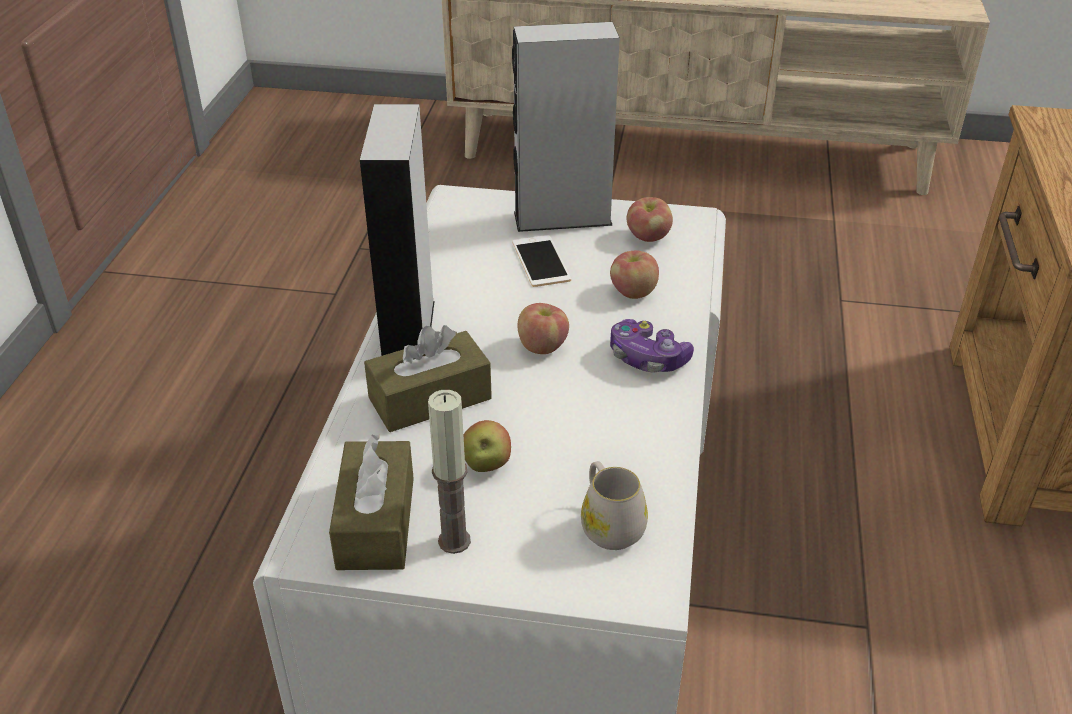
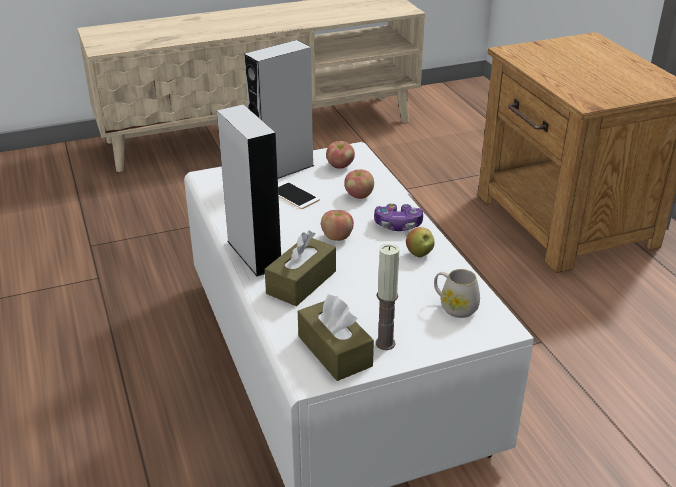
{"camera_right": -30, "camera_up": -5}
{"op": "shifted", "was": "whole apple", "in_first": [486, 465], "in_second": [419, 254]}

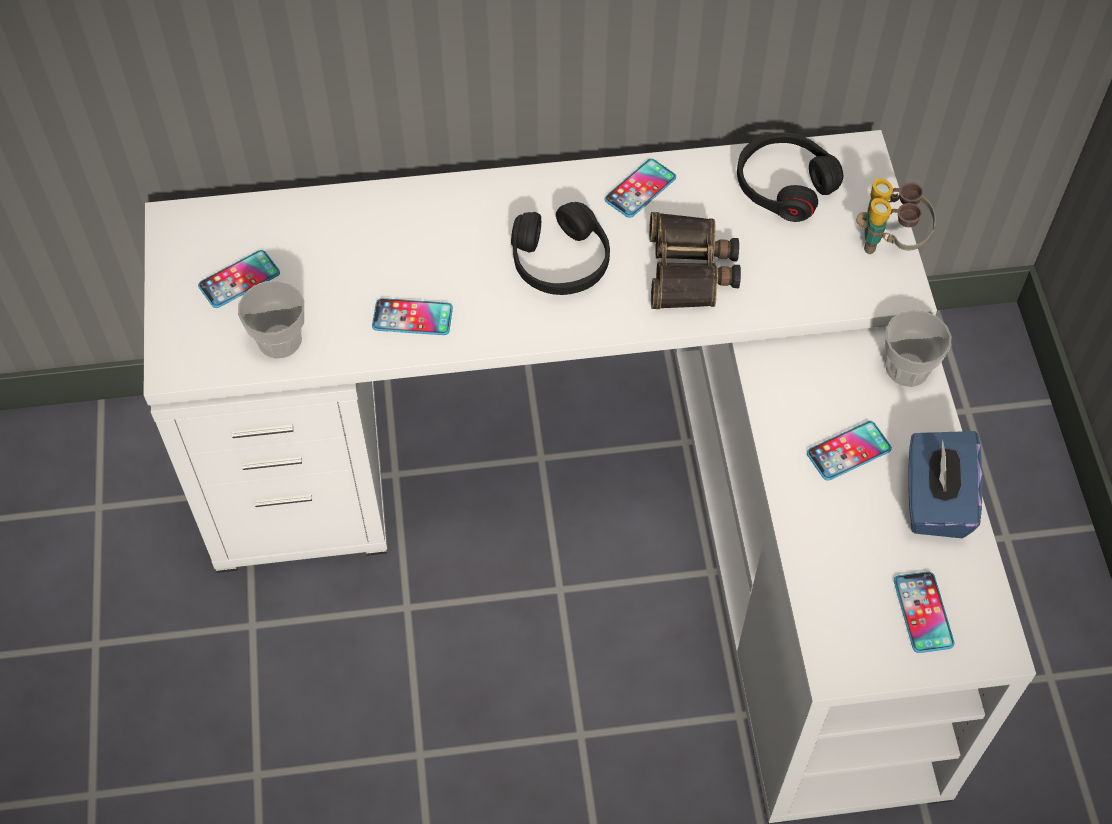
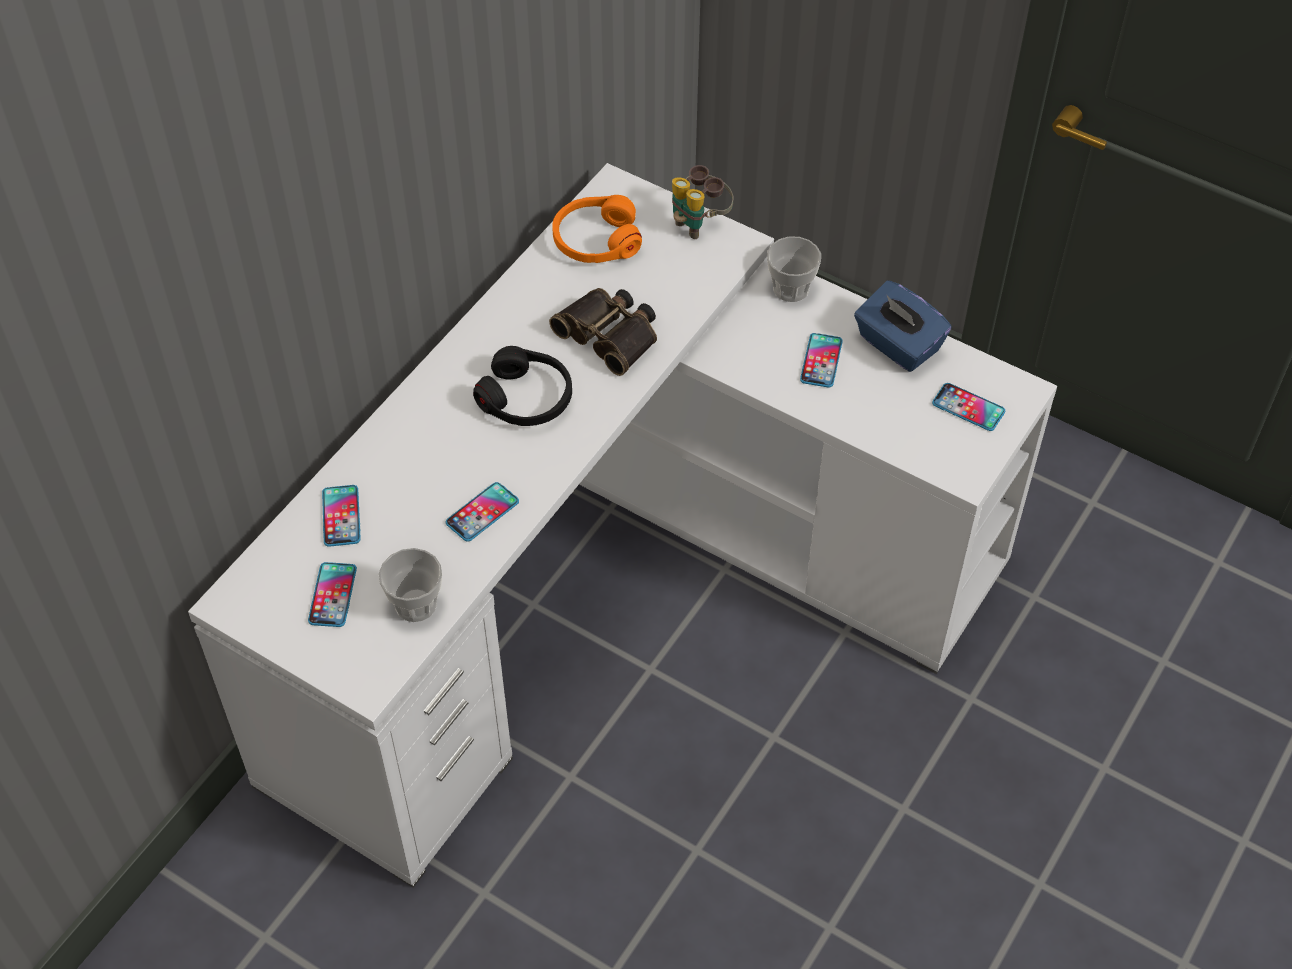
{"camera_right": -50, "camera_up": -5}
{"op": "shifted", "was": "handset", "in_first": [640, 189], "in_second": [341, 516]}
{"op": "repainted", "was": "blackish headset", "now": "orangey headset", "in_first": [784, 185], "in_second": [596, 240]}

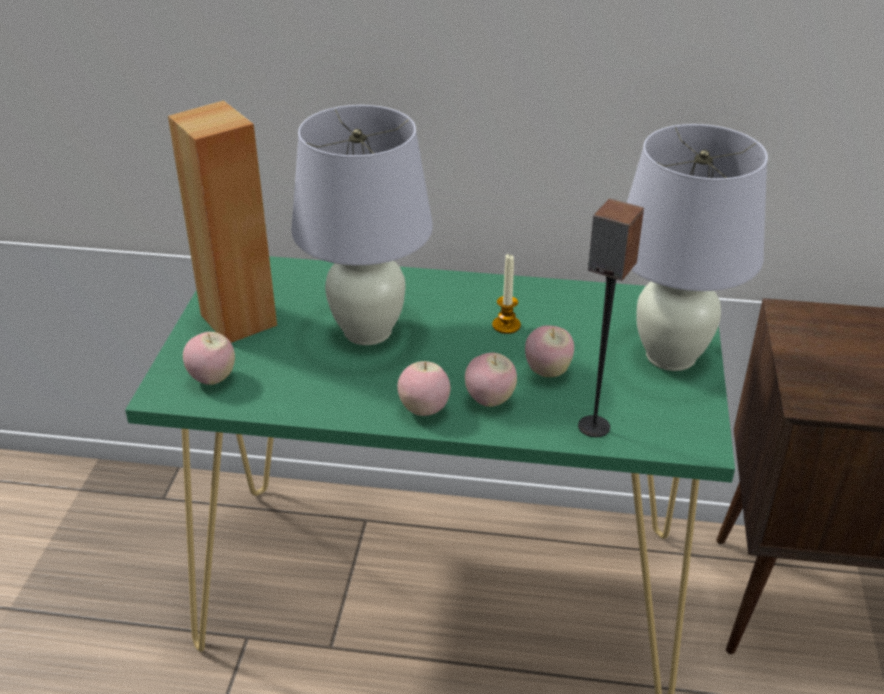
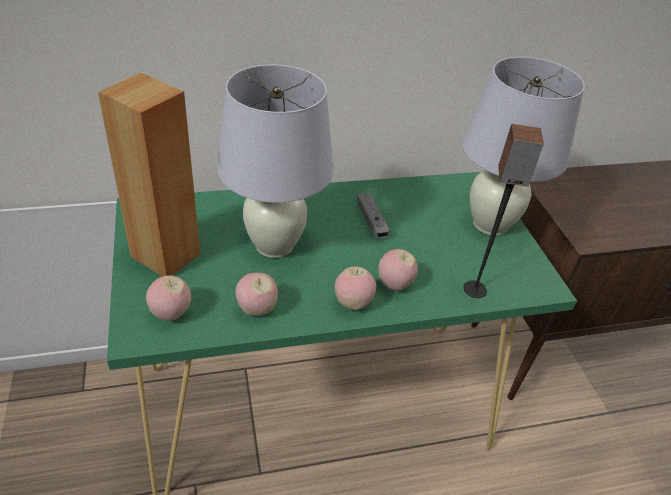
{"camera_right": -25, "camera_up": 5}
{"op": "swapped", "was": "wax light", "now": "greyish game controller", "in_first": [506, 325], "in_second": [371, 221]}
{"op": "shifted", "was": "whole apple", "in_first": [547, 372], "in_second": [257, 309]}

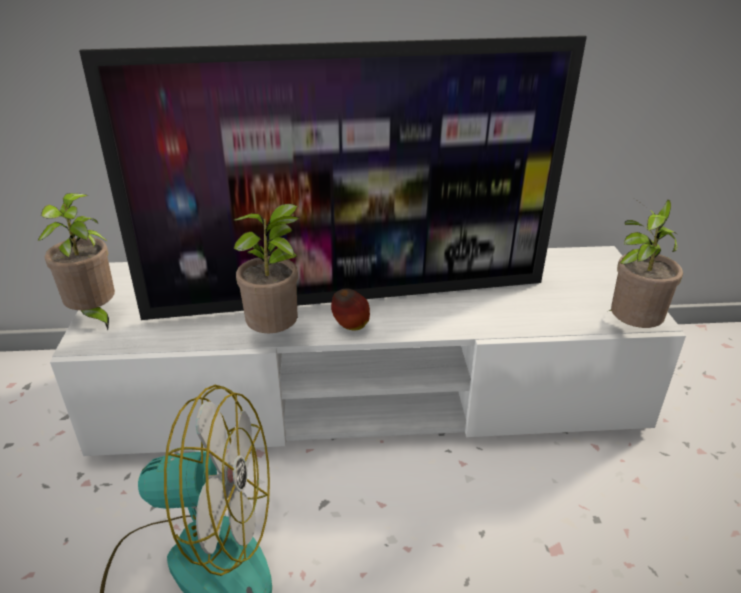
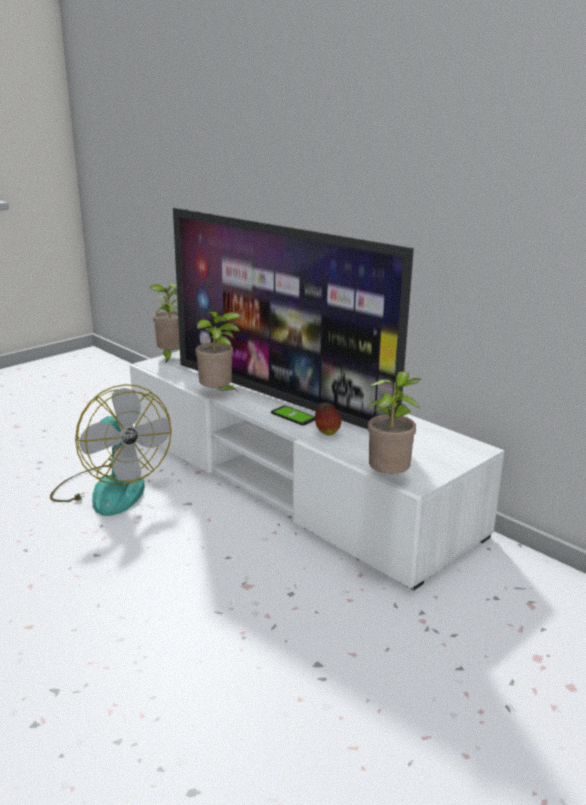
{"camera_right": 50, "camera_up": -10}
{"op": "shifted", "was": "whole apple", "in_first": [351, 327], "in_second": [326, 433]}
{"op": "new", "now": "handset", "in_second": [293, 416]}

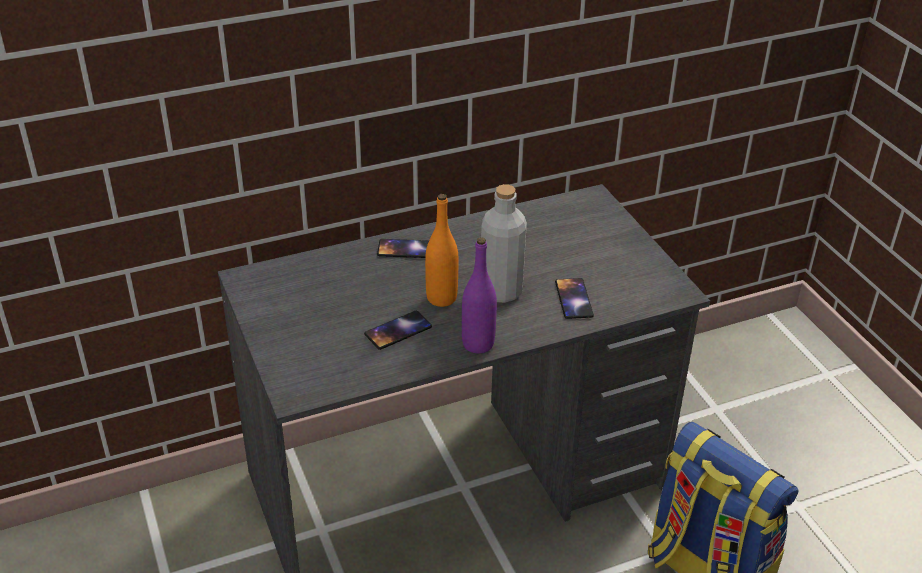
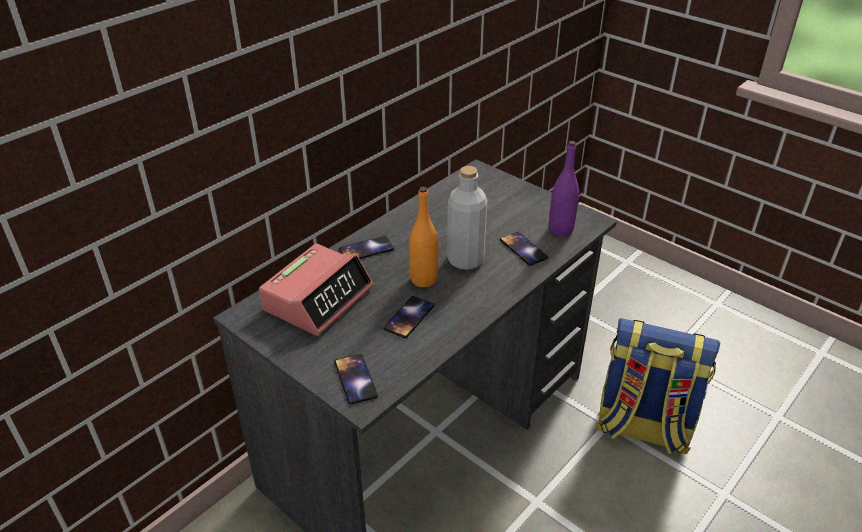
{"camera_right": -25, "camera_up": 0}
{"op": "shifted", "was": "purplish beverage bottle", "in_first": [478, 344], "in_second": [560, 230]}
{"op": "new", "now": "bedside clock", "in_second": [318, 298]}
{"op": "new", "now": "handset", "in_second": [355, 379]}

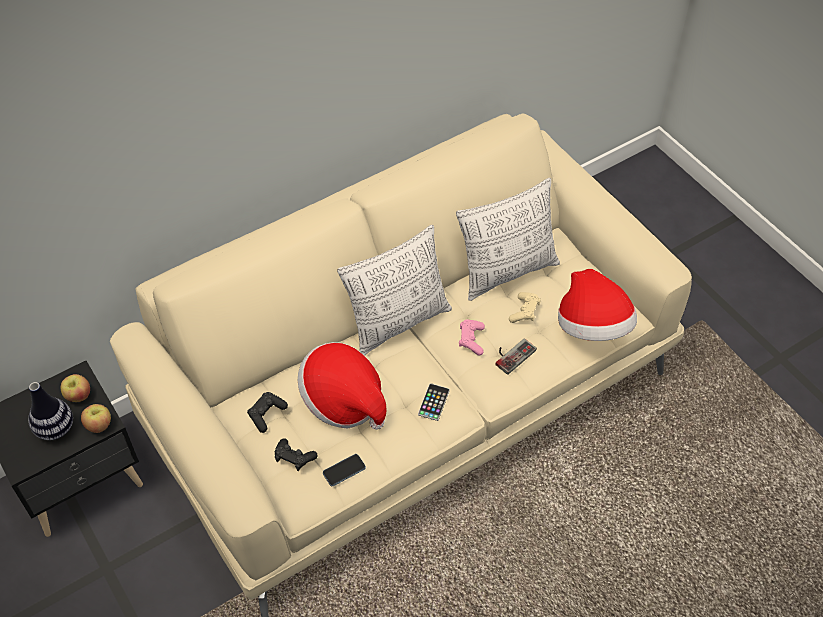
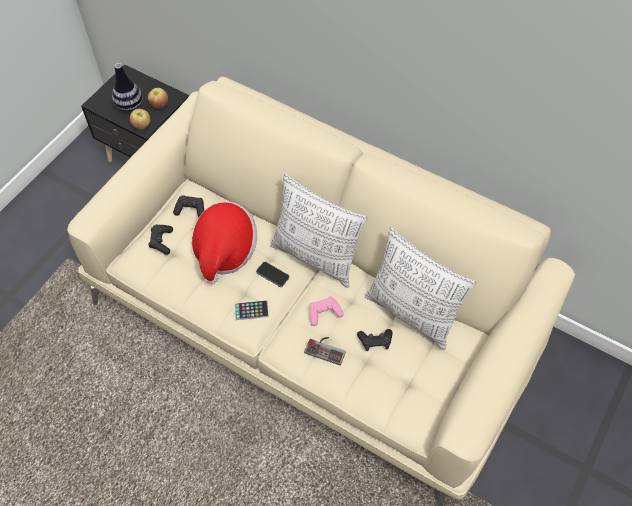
{"camera_right": 65, "camera_up": 5}
{"op": "shifted", "was": "handset", "in_first": [344, 470], "in_second": [272, 275]}
{"op": "repainted", "was": "sand-coloured game controller", "now": "blackish game controller", "in_first": [524, 312], "in_second": [375, 342]}
{"op": "gone", "was": "hat", "in_first": [592, 327]}

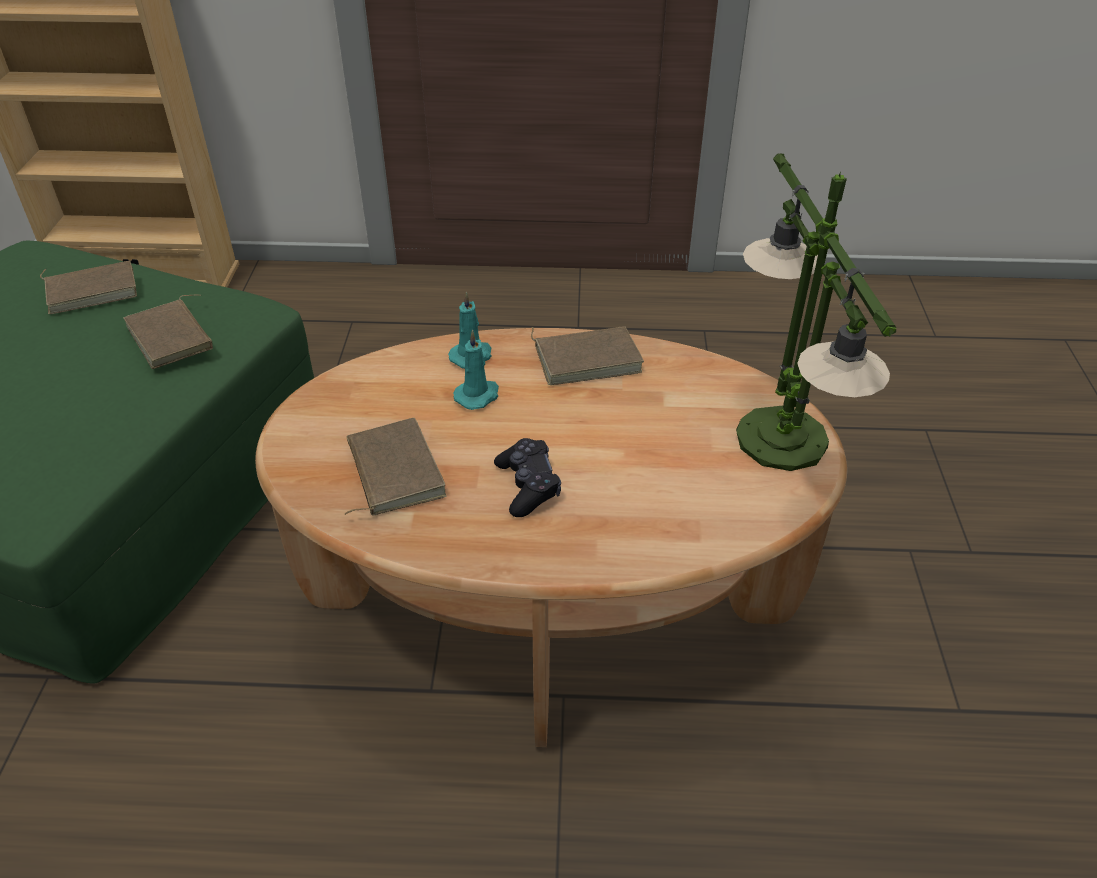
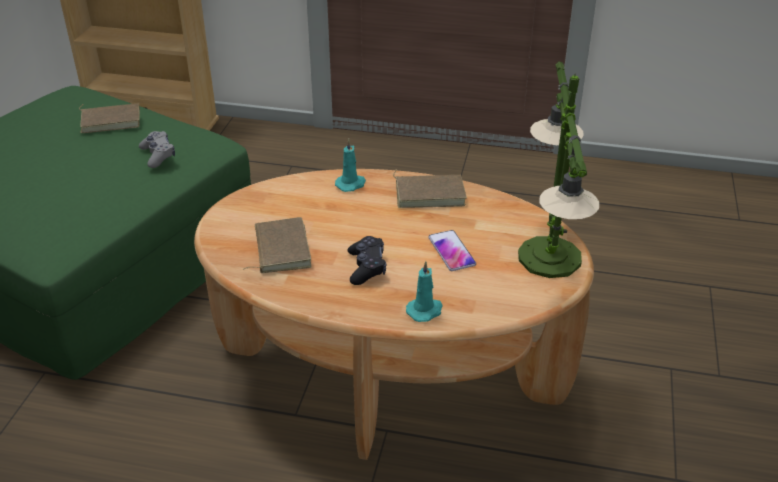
{"camera_right": 10, "camera_up": -5}
{"op": "swapped", "was": "brownish bound book", "now": "greyish game controller", "in_first": [173, 337], "in_second": [158, 155]}
{"op": "shifted", "was": "turquoise wax light", "in_first": [478, 395], "in_second": [425, 310]}
{"op": "new", "now": "handset", "in_second": [451, 251]}

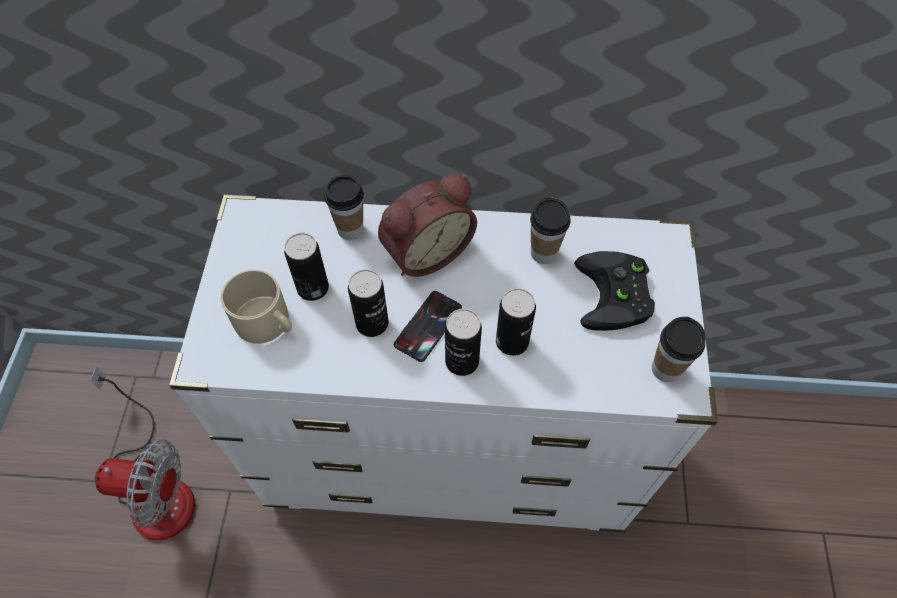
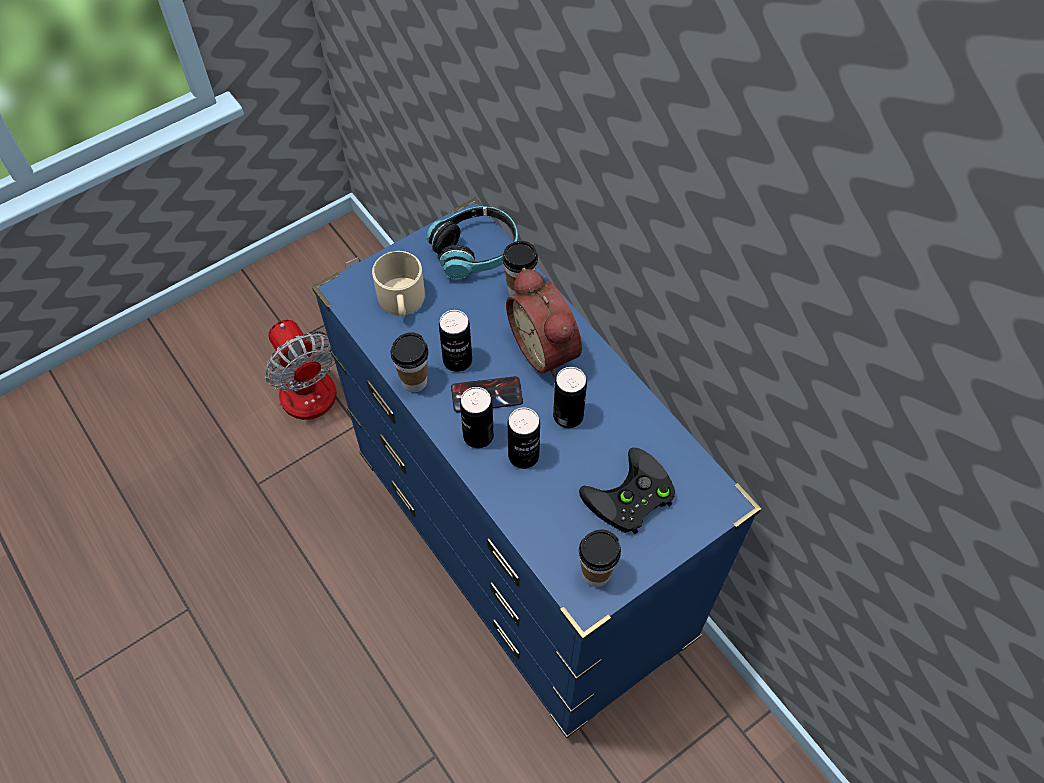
{"camera_right": 50, "camera_up": 0}
{"op": "repainted", "was": "white-coloured dresser", "now": "bluish dresser", "in_first": [449, 448], "in_second": [522, 548]}
{"op": "shifted", "was": "can", "in_first": [313, 288], "in_second": [568, 416]}
{"op": "rotated", "was": "bedside clock", "in_first": [425, 251], "in_second": [547, 348], "clockwise": 45}
{"op": "shifted", "was": "small cup", "in_first": [543, 253], "in_second": [414, 381]}
{"op": "new", "now": "headset", "in_second": [475, 251]}

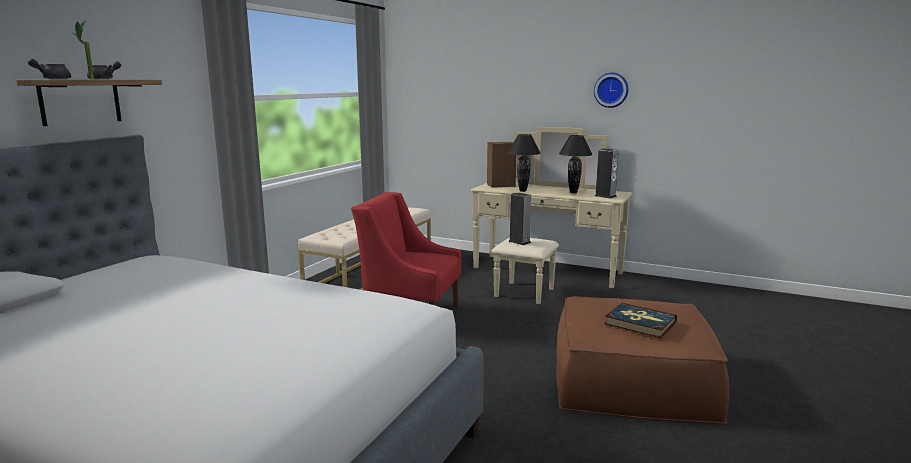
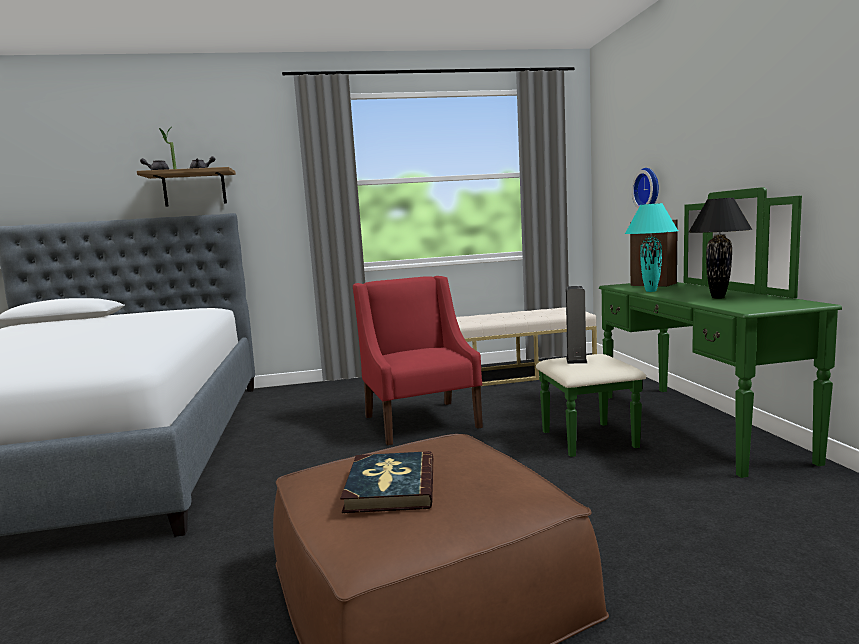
{"camera_right": 55, "camera_up": -5}
{"op": "repainted", "was": "sand-coloured dresser", "now": "green dresser", "in_first": [542, 275], "in_second": [671, 428]}
{"op": "repainted", "was": "blackish table lamp", "now": "turquoise table lamp", "in_first": [523, 191], "in_second": [651, 291]}
{"op": "shifted", "was": "clock on the wall", "in_first": [611, 90], "in_second": [648, 189]}
{"op": "gone", "was": "loudspeaker", "in_first": [605, 196]}

